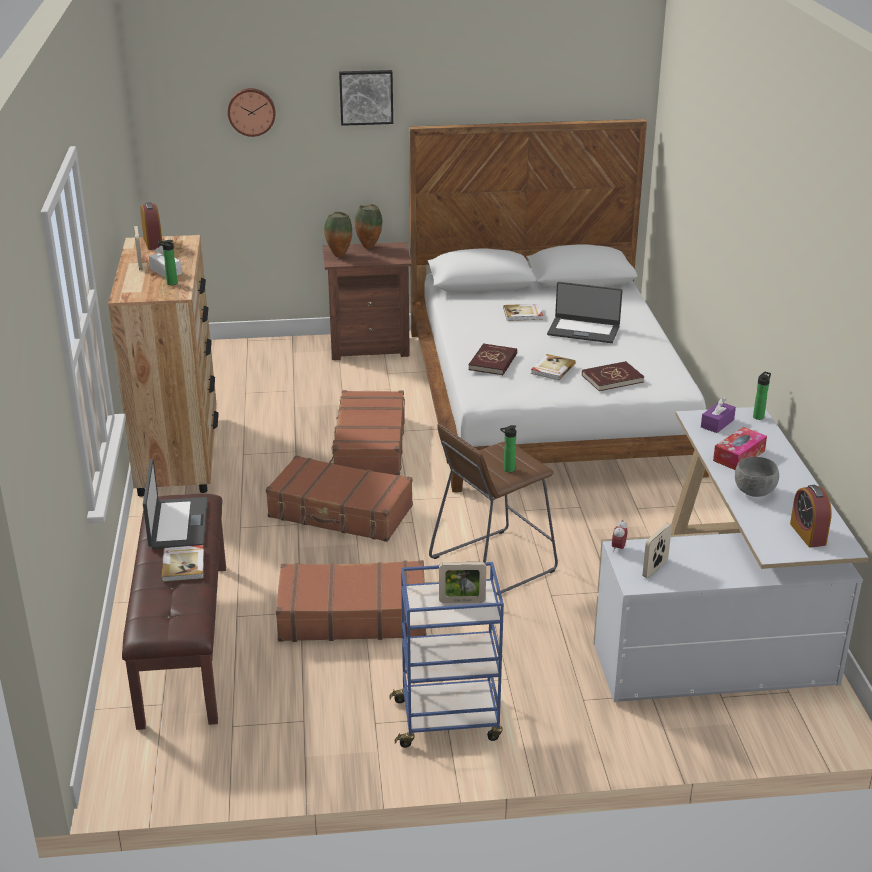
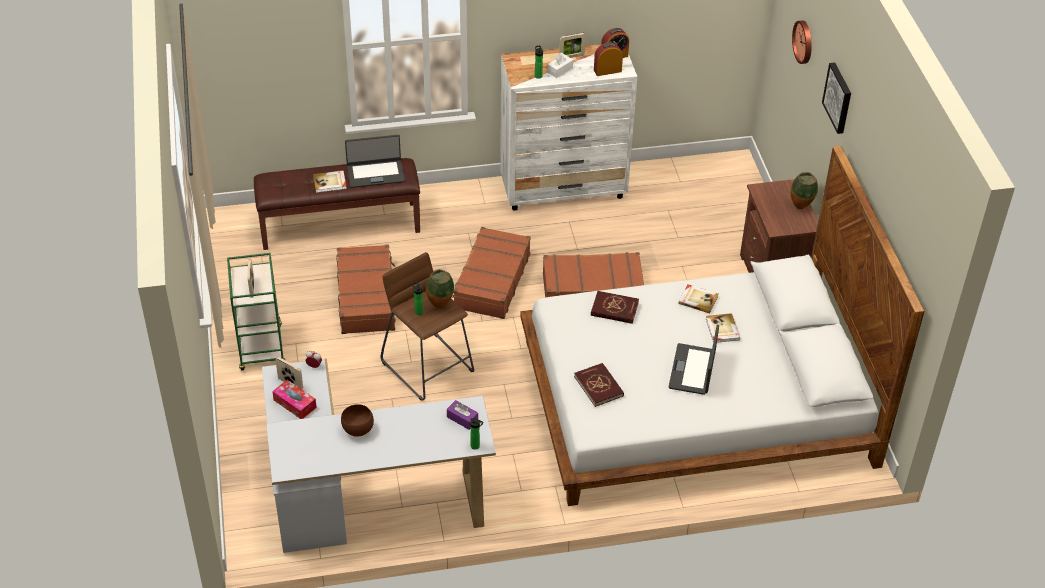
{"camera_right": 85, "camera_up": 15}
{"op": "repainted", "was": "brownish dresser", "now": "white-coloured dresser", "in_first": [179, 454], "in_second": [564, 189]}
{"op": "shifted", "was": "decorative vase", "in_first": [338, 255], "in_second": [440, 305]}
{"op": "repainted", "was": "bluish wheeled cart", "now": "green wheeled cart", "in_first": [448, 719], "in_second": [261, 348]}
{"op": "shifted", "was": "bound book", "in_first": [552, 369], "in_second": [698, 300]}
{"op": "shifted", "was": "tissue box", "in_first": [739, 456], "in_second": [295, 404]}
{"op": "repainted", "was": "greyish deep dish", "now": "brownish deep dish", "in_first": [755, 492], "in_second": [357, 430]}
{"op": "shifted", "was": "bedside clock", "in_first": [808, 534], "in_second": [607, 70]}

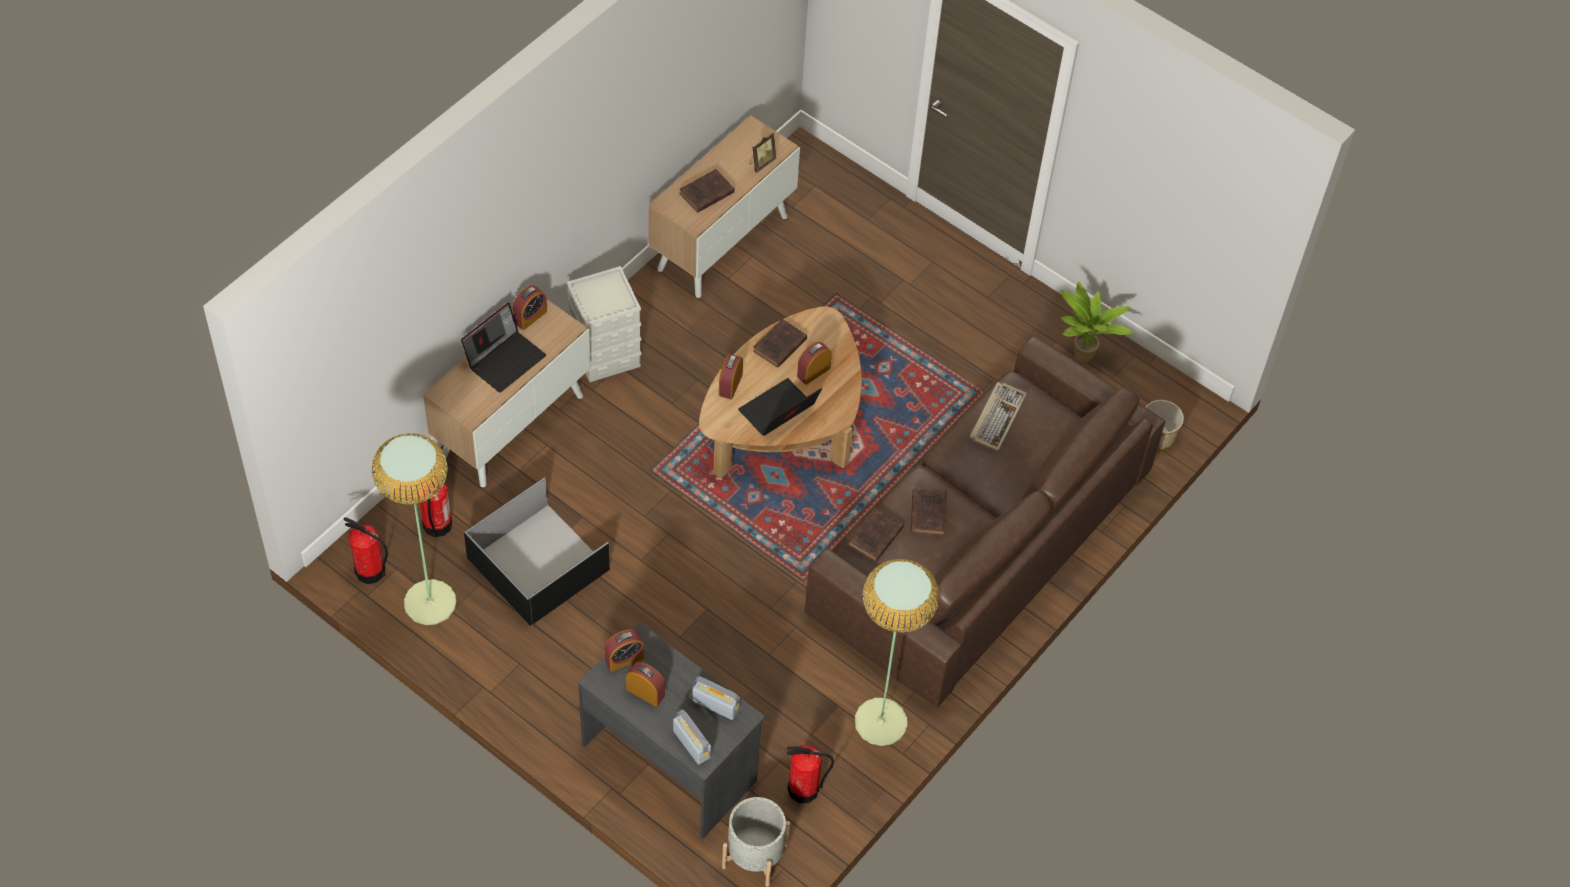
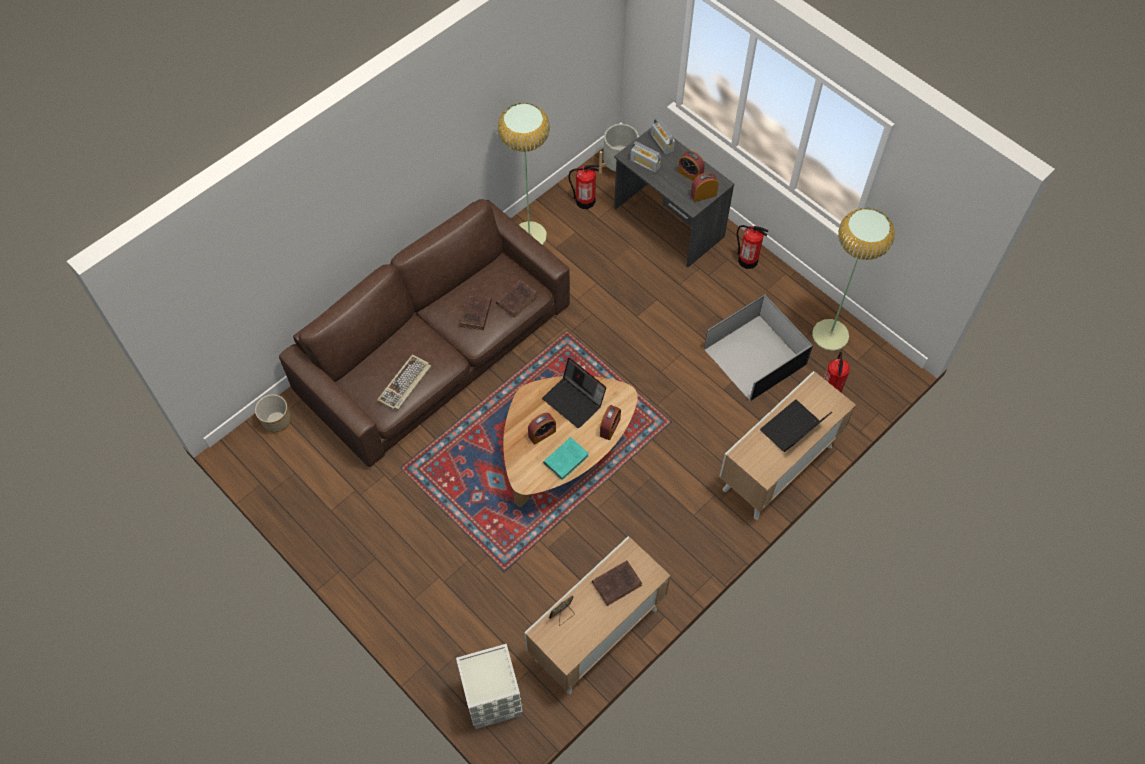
{"camera_right": -170, "camera_up": 5}
{"op": "shifted", "was": "fire extinguisher", "in_first": [370, 571], "in_second": [747, 260]}
{"op": "gone", "was": "bedside clock", "in_first": [530, 317]}
{"op": "shifted", "was": "greyish storage container", "in_first": [604, 353], "in_second": [493, 699]}
{"op": "rotated", "was": "portable computer", "in_first": [778, 412], "in_second": [574, 401], "clockwise": 75}
{"op": "repainted", "was": "brownish bound book", "now": "turquoise bound book", "in_first": [779, 346], "in_second": [567, 459]}
{"op": "gone", "was": "houseplant", "in_first": [1081, 359]}

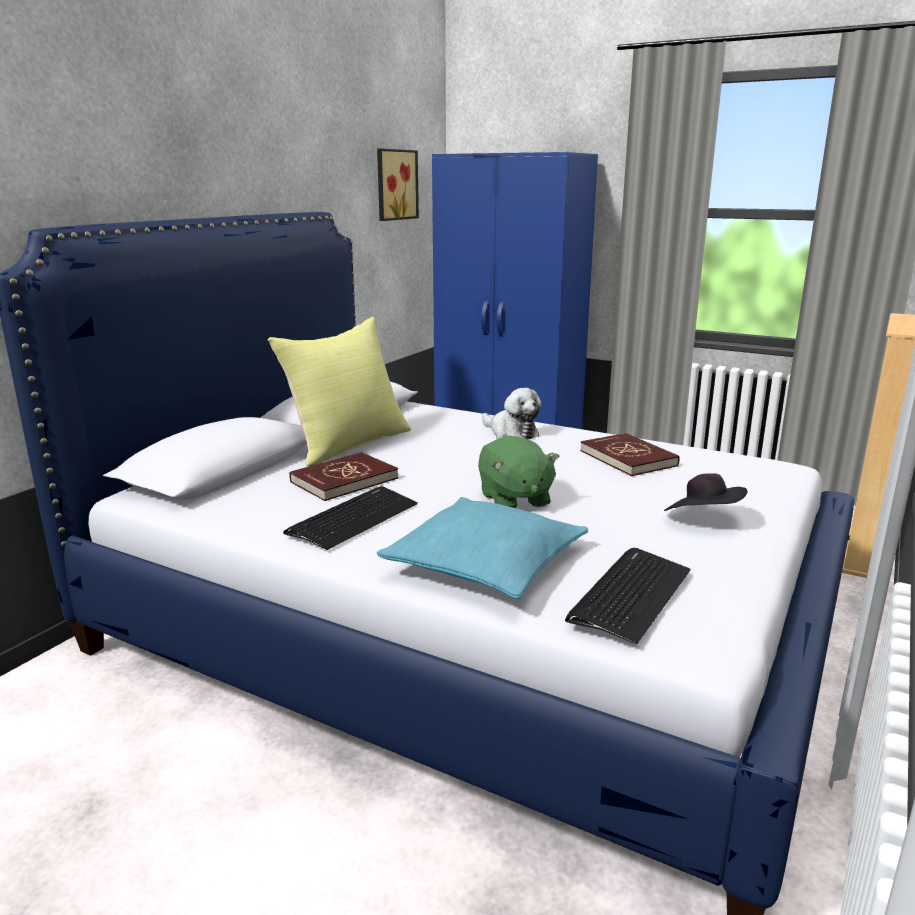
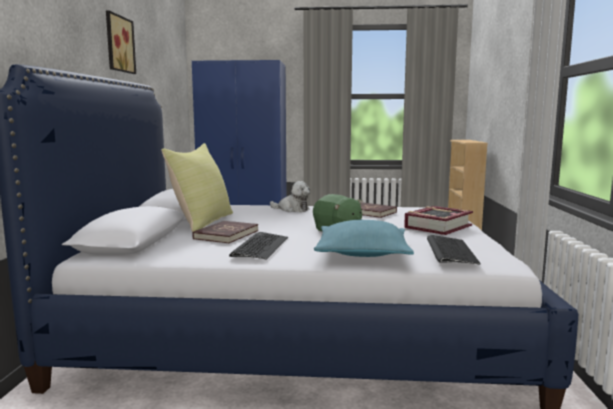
{"camera_right": -25, "camera_up": -10}
{"op": "shifted", "was": "wall art", "in_first": [394, 185], "in_second": [118, 44]}
{"op": "swapped", "was": "blackish hat", "now": "bound book", "in_first": [703, 519], "in_second": [437, 226]}

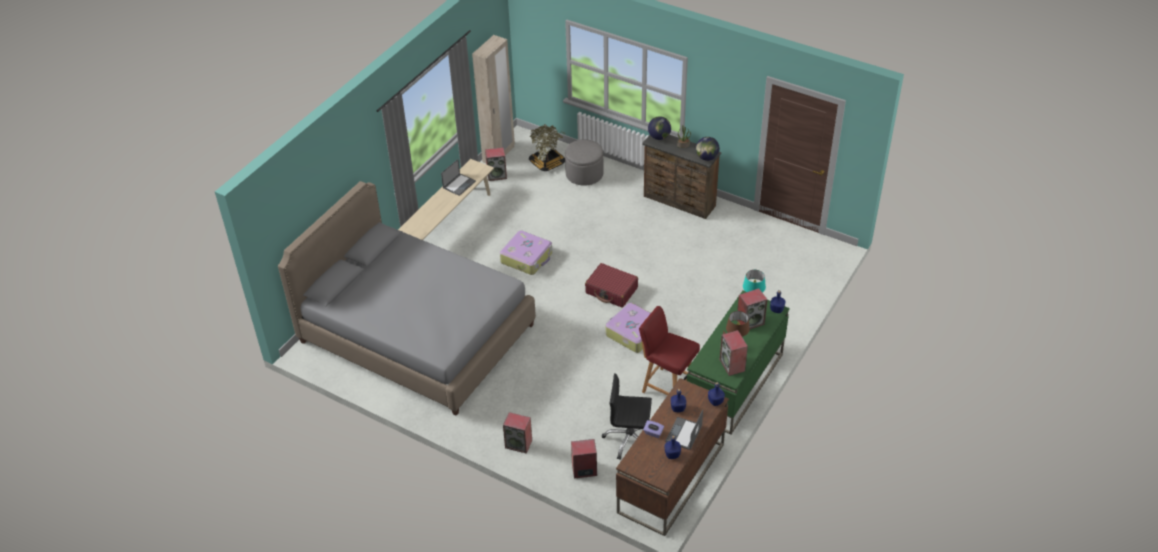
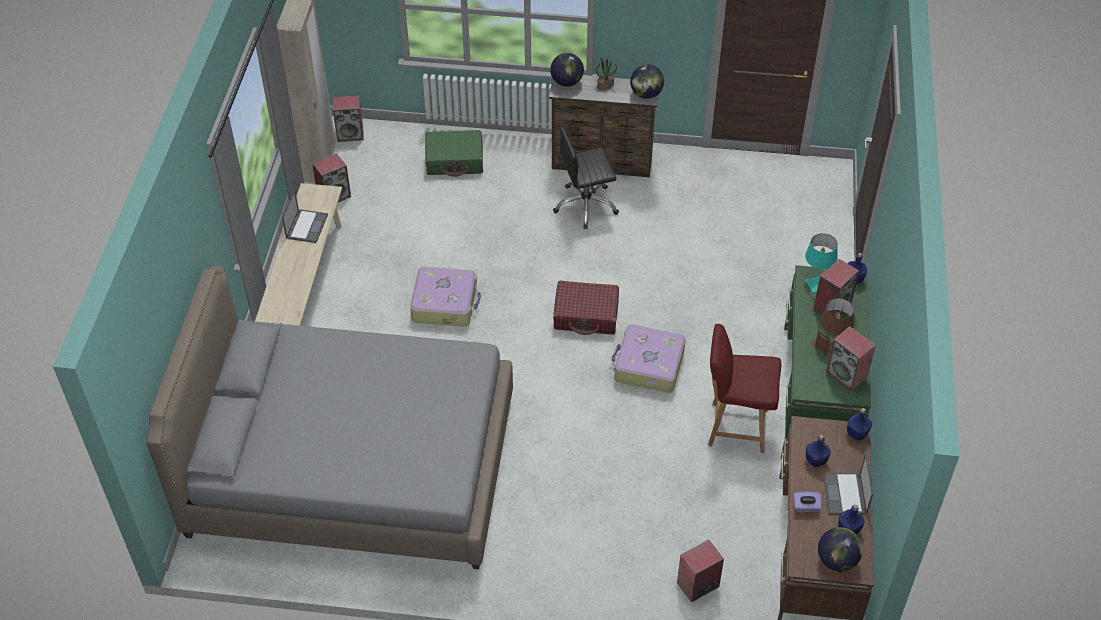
{"camera_right": -25, "camera_up": 5}
{"op": "shifted", "was": "loudspeaker", "in_first": [519, 444], "in_second": [350, 134]}
{"op": "gone", "was": "houseplant", "in_first": [547, 163]}
{"op": "swapped", "was": "greyish pouffe", "now": "green piece of luggage", "in_first": [584, 174], "in_second": [455, 160]}
{"op": "shifted", "was": "blackish computer chair", "in_first": [629, 439], "in_second": [585, 206]}
{"op": "new", "now": "globe", "in_second": [837, 560]}

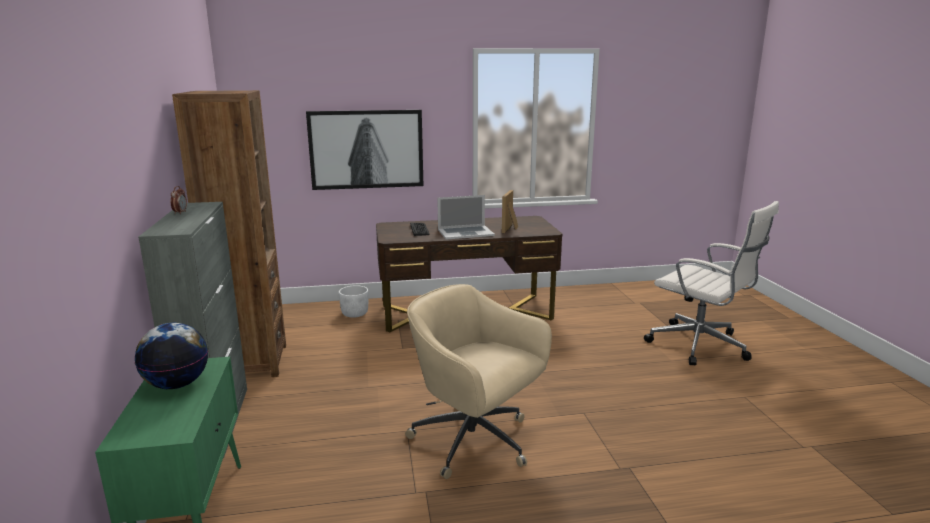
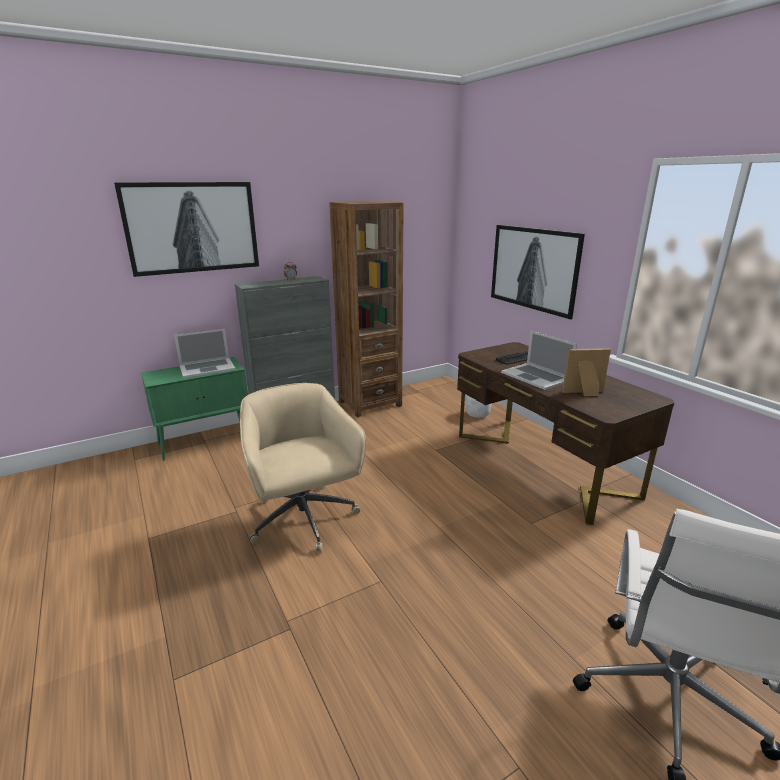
{"camera_right": 70, "camera_up": 5}
{"op": "swapped", "was": "globe", "now": "portable computer", "in_first": [177, 384], "in_second": [207, 368]}
{"op": "rotated", "was": "sand-coloured computer chair", "in_first": [475, 442], "in_second": [304, 520], "clockwise": -45}
{"op": "new", "now": "wall art", "in_second": [192, 228]}

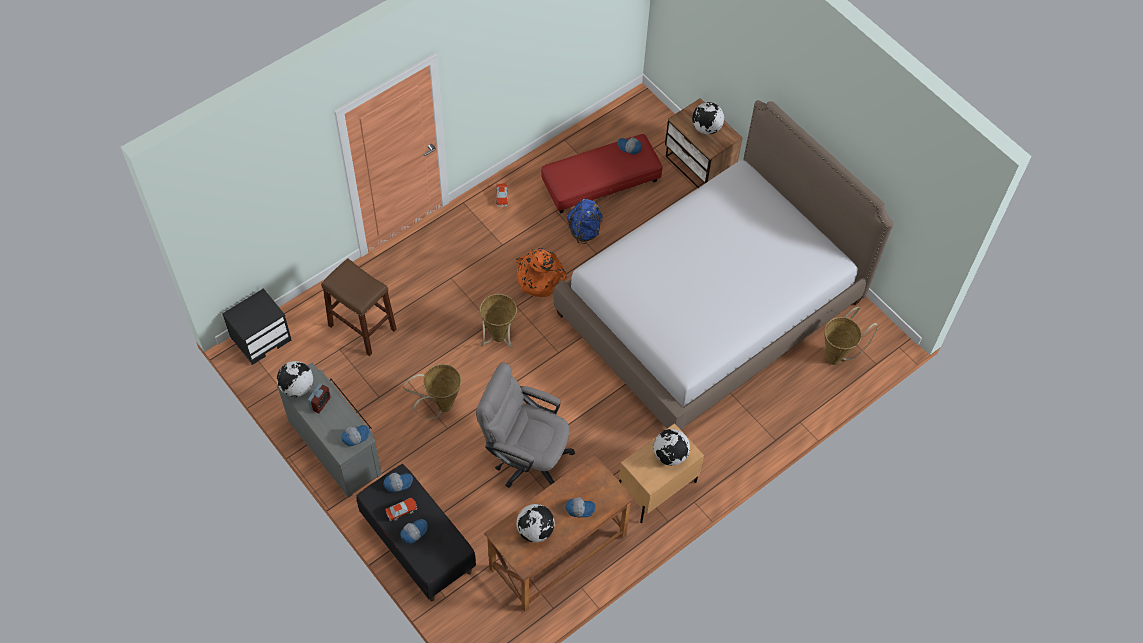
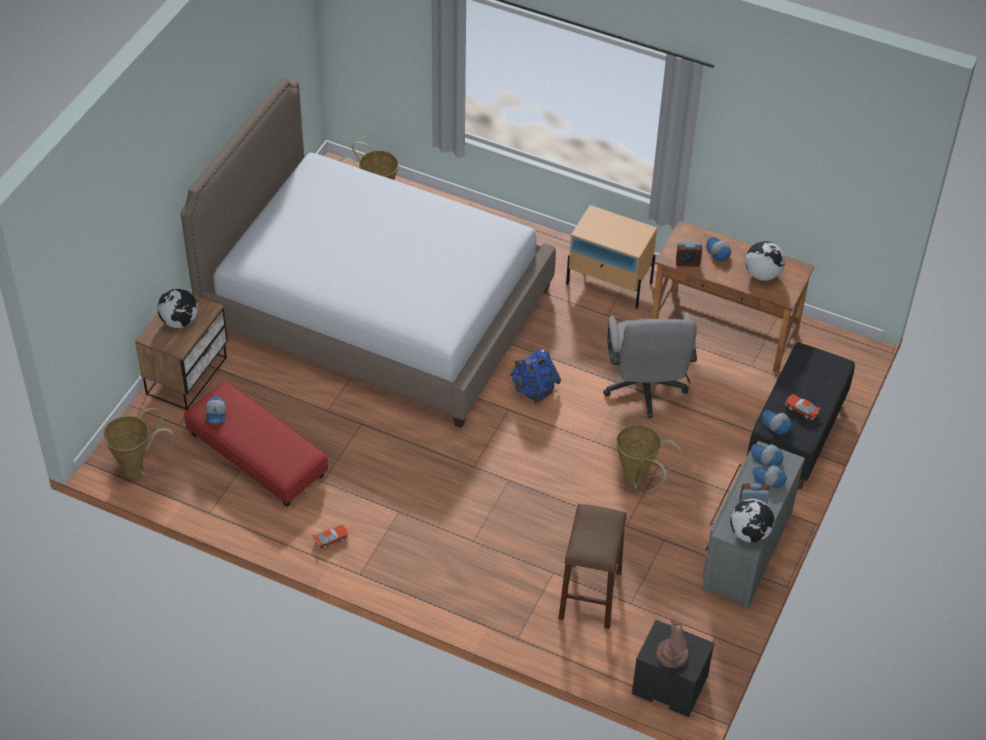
{"camera_right": -115, "camera_up": -10}
{"op": "shifted", "was": "peaked cap", "in_first": [413, 532], "in_second": [769, 479]}
{"op": "shifted", "was": "household basket", "in_first": [498, 339], "in_second": [138, 469]}
{"op": "gone", "was": "orangey backpack", "in_first": [538, 278]}
{"op": "shifted", "was": "bluish backpack", "in_first": [585, 231], "in_second": [534, 389]}
{"op": "gone", "was": "globe", "in_first": [670, 455]}
{"op": "new", "now": "brownish table lamp", "in_second": [672, 657]}
{"op": "new", "now": "bedside clock", "in_second": [687, 262]}

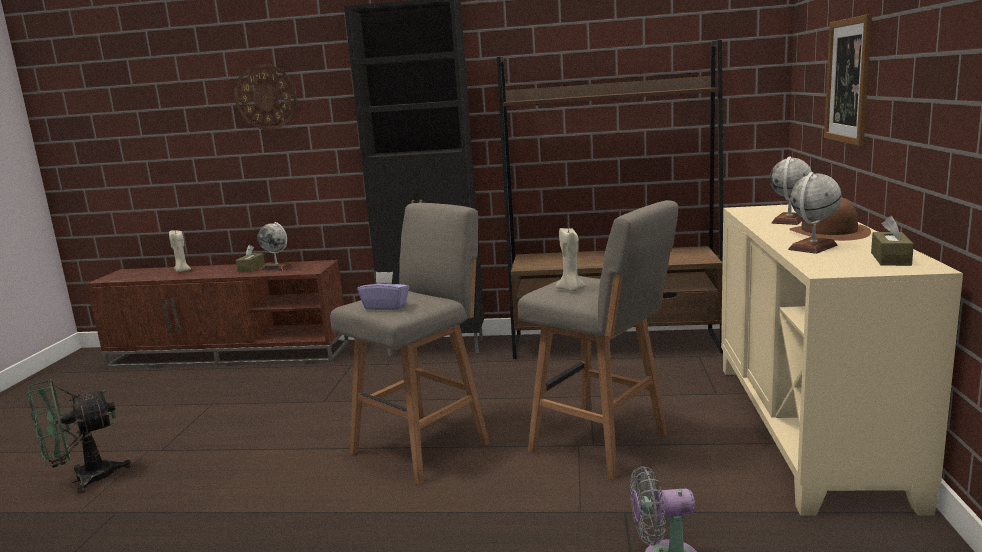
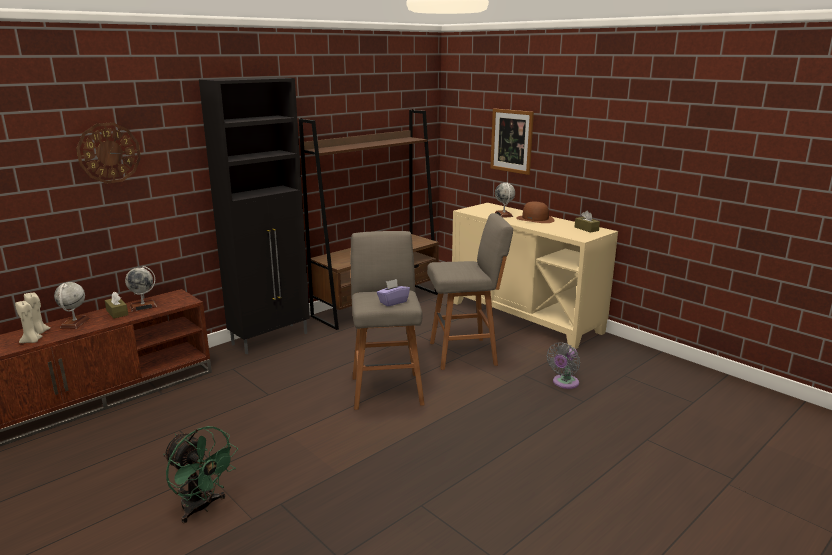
{"camera_right": -50, "camera_up": 5}
{"op": "rotated", "was": "green cooling fan", "in_first": [84, 479], "in_second": [202, 507], "clockwise": -60}
{"op": "shifted", "was": "sand-coloured wax light", "in_first": [571, 289], "in_second": [31, 341]}
{"op": "shifted", "was": "globe", "in_first": [812, 247], "in_second": [75, 323]}

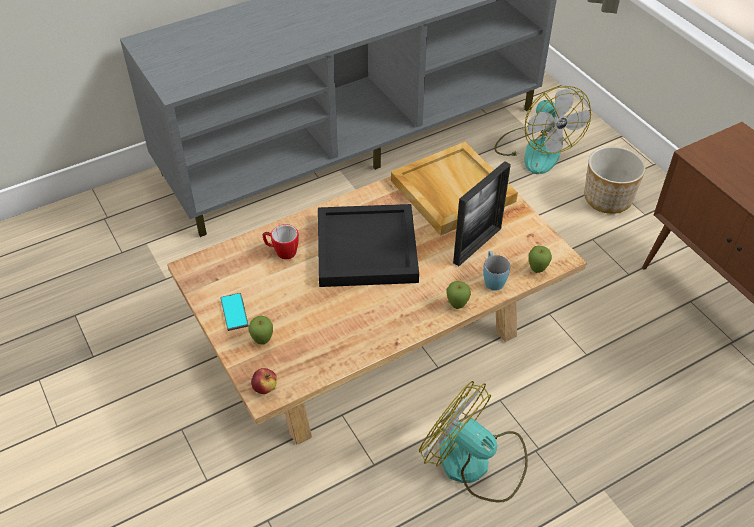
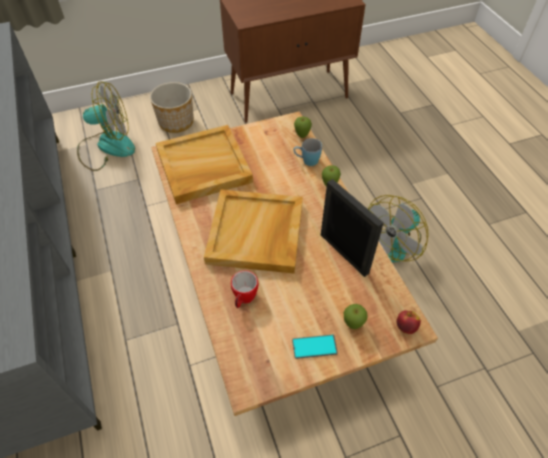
{"camera_right": -80, "camera_up": 5}
{"op": "repainted", "was": "blackish tray", "now": "sand-coloured tray", "in_first": [365, 249], "in_second": [256, 233]}
{"op": "shifted", "was": "photo frame", "in_first": [477, 245], "in_second": [344, 253]}

